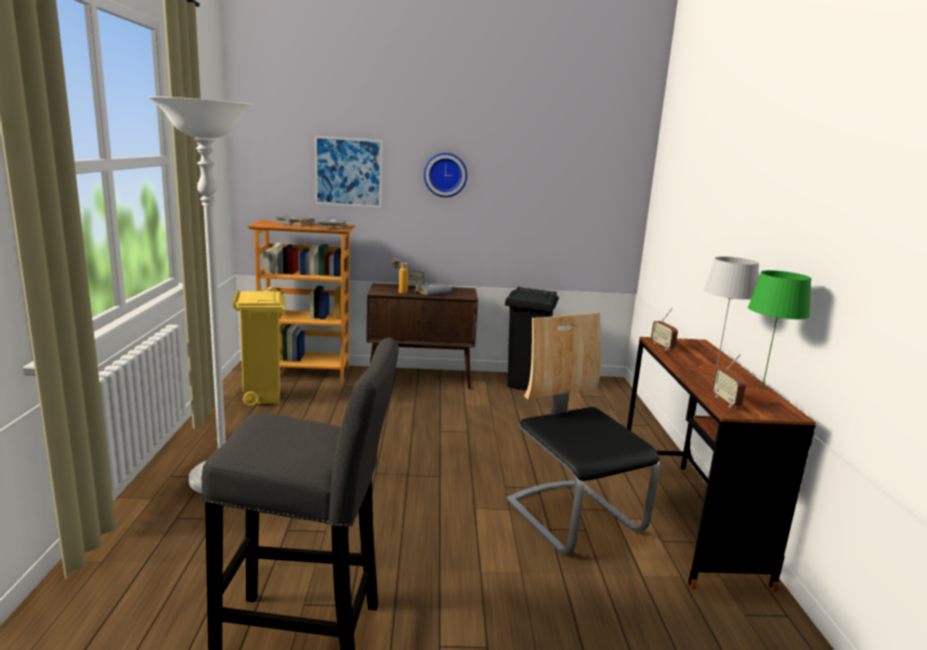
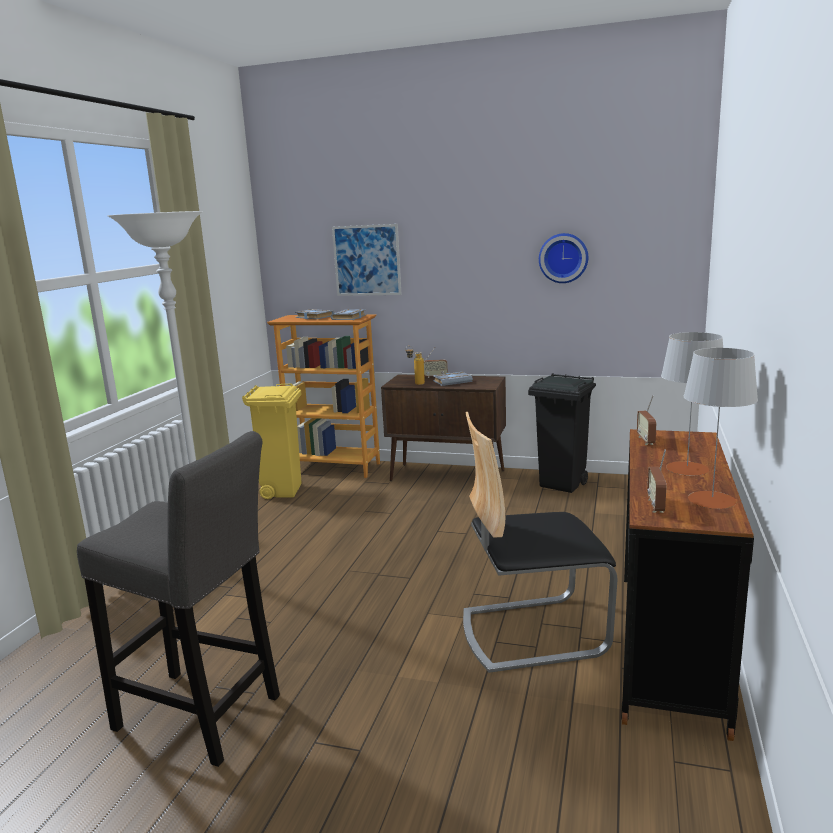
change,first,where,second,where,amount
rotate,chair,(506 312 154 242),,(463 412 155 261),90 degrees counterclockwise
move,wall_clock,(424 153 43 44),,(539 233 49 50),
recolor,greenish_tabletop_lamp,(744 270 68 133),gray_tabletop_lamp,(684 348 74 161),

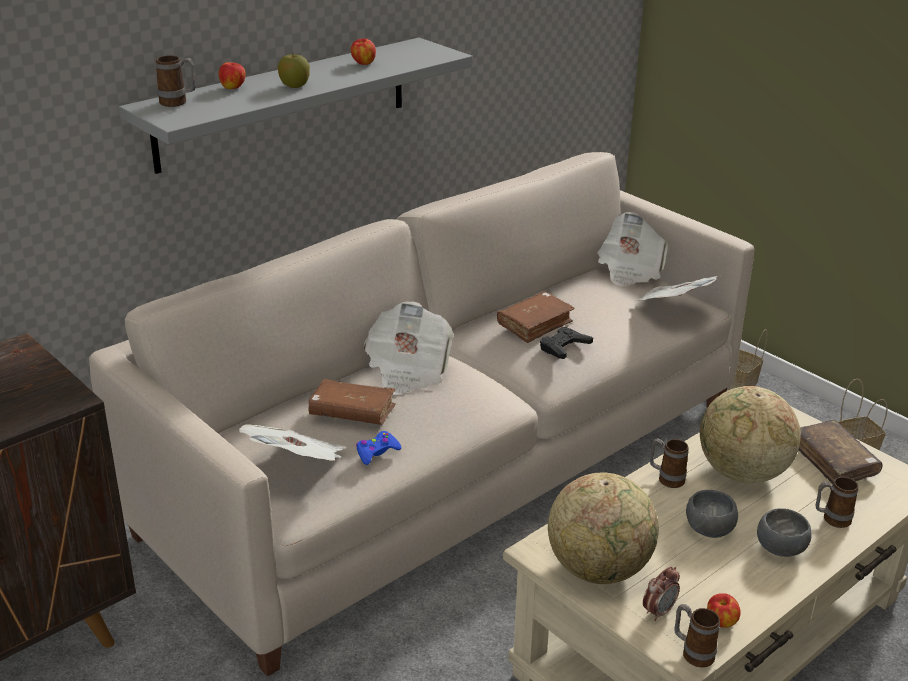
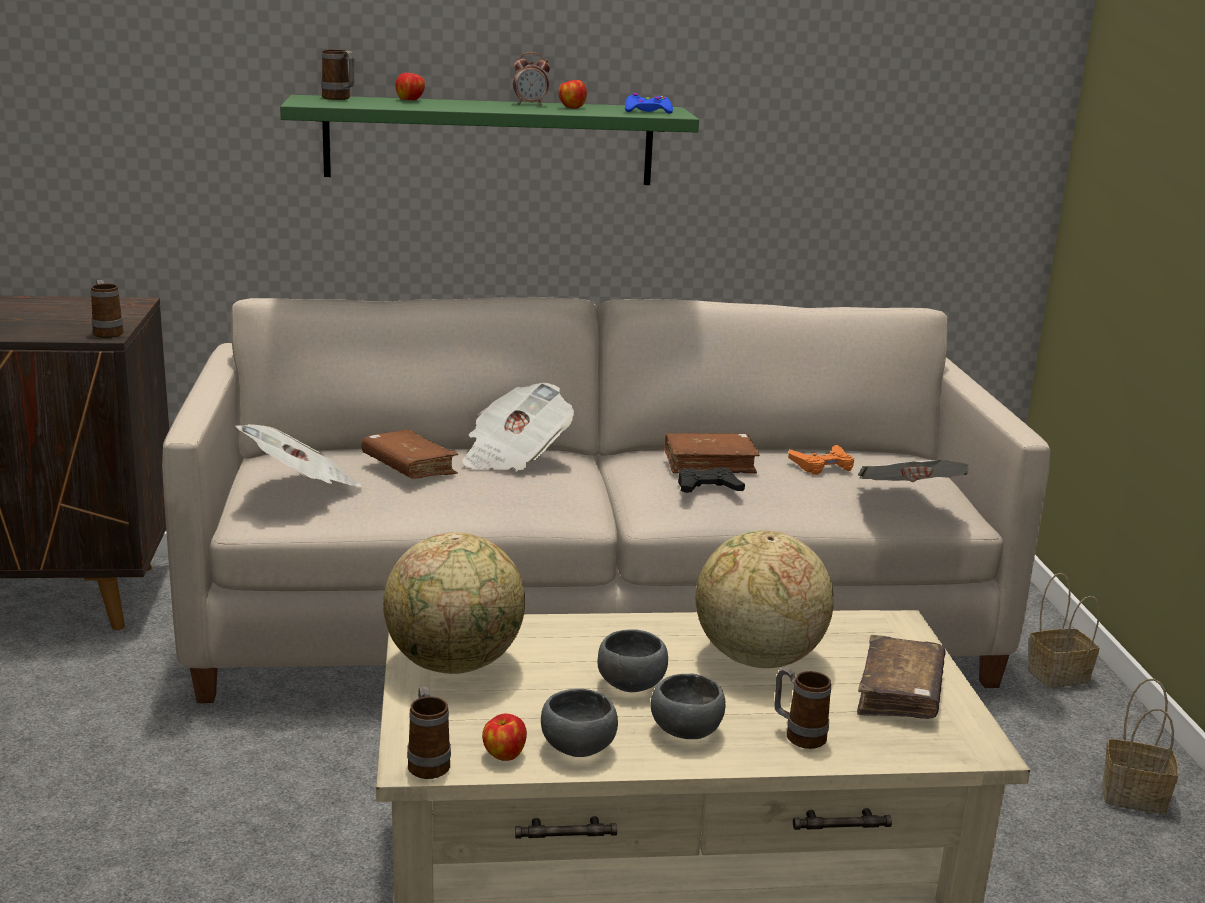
change,first,where,second,where,amount
move,mug,(650 438 39 50),,(91 280 33 58),
recolor,gray_bracket_shelf,(119 38 354 136),greenish_bracket_shelf,(280 95 419 90),
move,alarm_clock,(643 566 37 55),,(513 52 37 53),
insert,,,gray_bowl,(541 689 77 68),
move,bluish_game_controller,(356 431 45 34),,(625 93 48 21),
insert,,,orange_game_controller,(788 444 66 31),
delete,apple_fruit,(277 54 33 34),,,
delete,newspaper,(597 212 71 74),,,

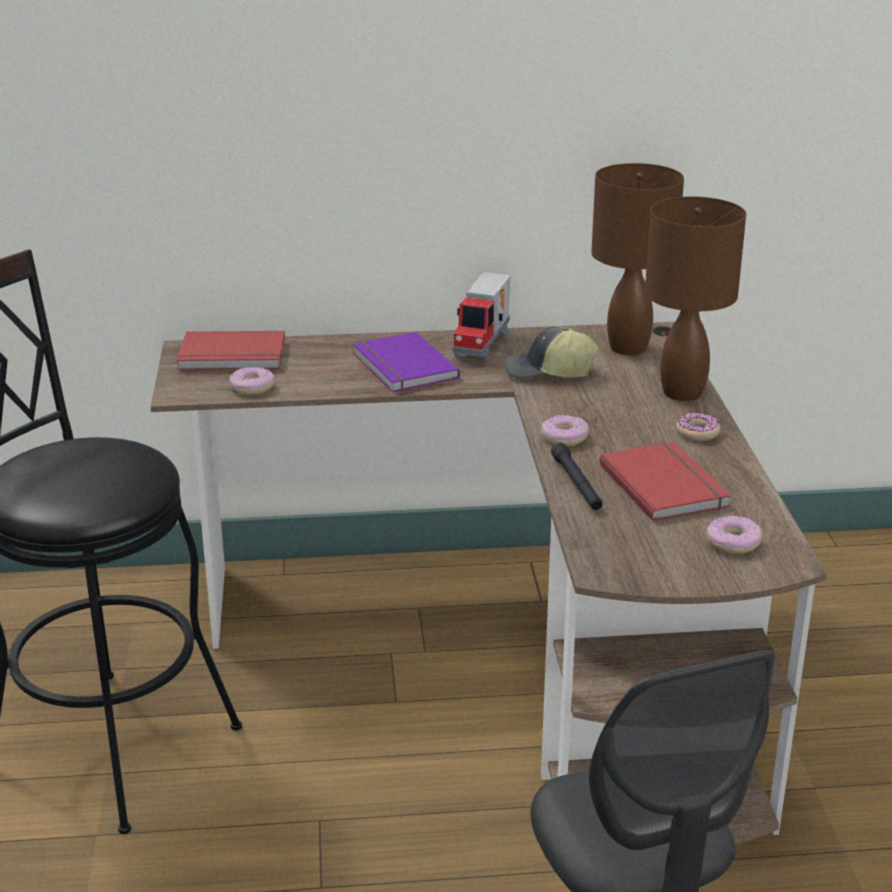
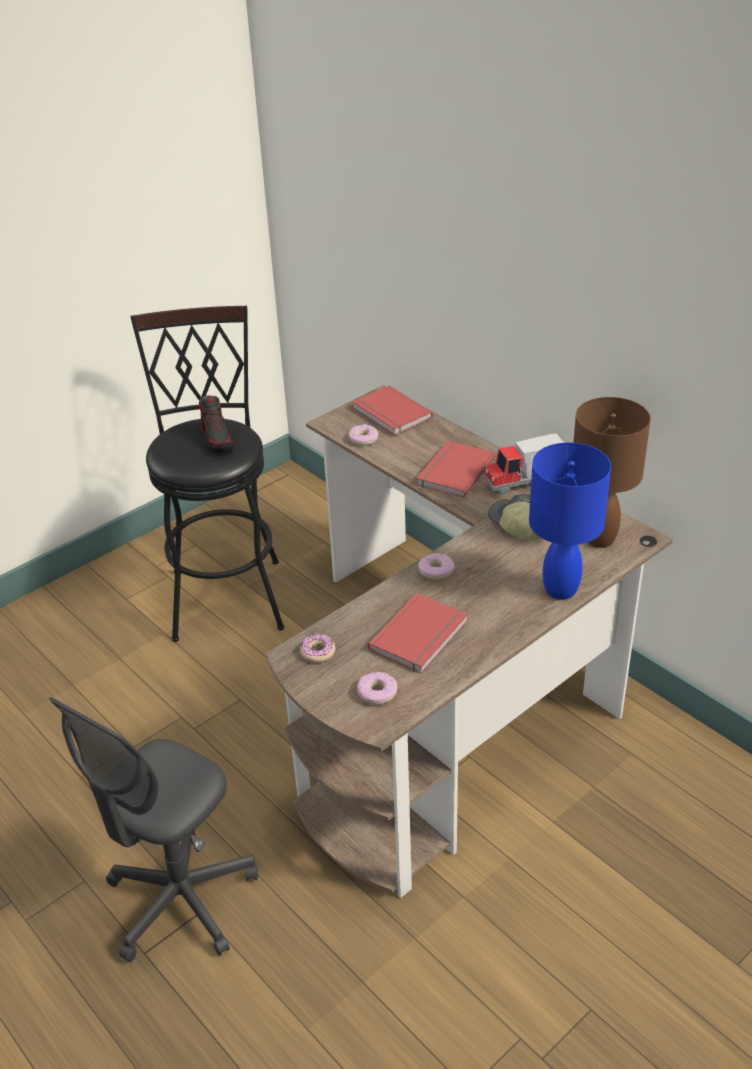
change,first,where,second,where,amount
insert,,,item_of_footwear,(199 395 35 58),
move,donut,(676 412 44 29),,(300 634 35 29),
recolor,purple-coloured_bound_book,(353 332 107 60),reddish_bound_book,(416 441 79 57),
recolor,brown_tabletop_lamp,(645 196 101 205),bluish_tabletop_lamp,(529 443 82 157),
delete,black_hand_torch,(551 443 52 67),,,

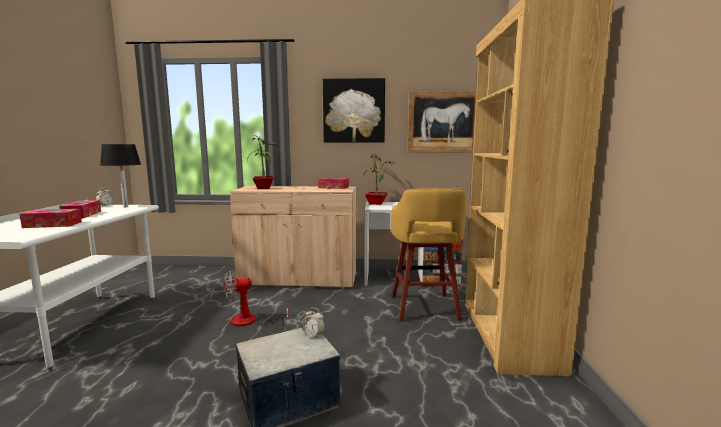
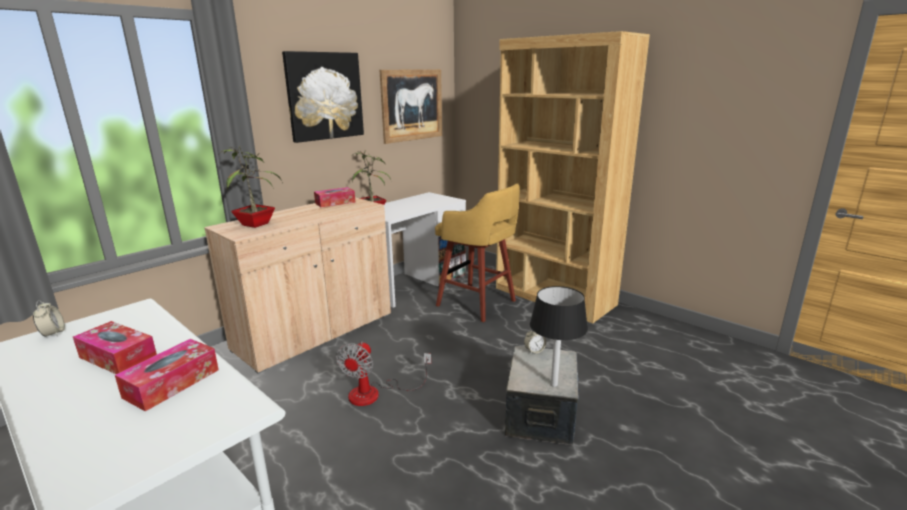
change,first,where,second,where,amount
move,black_tabletop_lamp,(100 144 41 64),,(530 286 58 101),

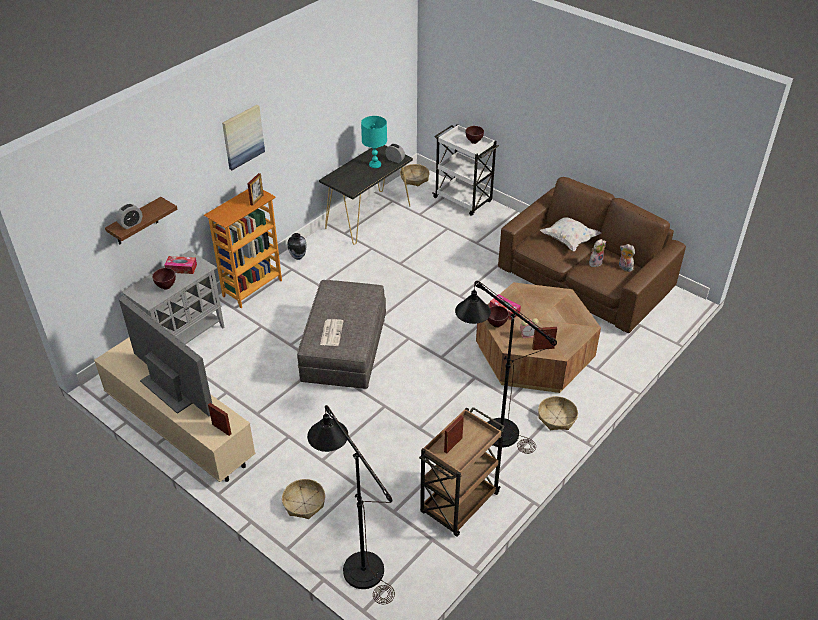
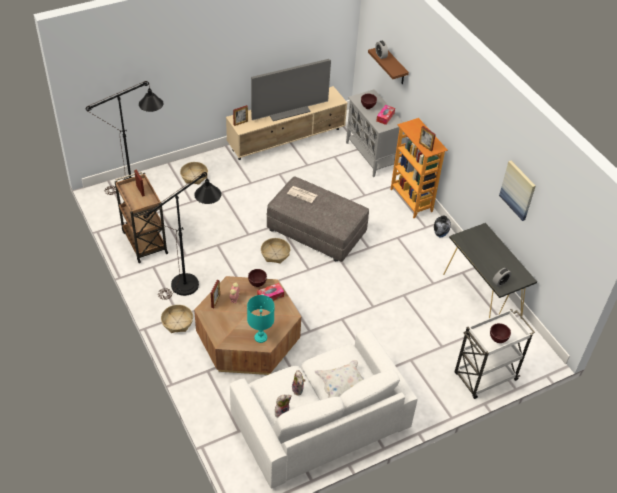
change,first,where,second,where,amount
recolor,brown_couch,(498 177 188 156),whitish_couch,(230 329 188 160),
move,turquoise_tabletop_lamp,(361 116 26 52),,(247 295 27 48),
move,household_basket,(400 164 30 22),,(261 238 29 26),
move,wall_art,(222 105 43 65),,(499 161 37 60),

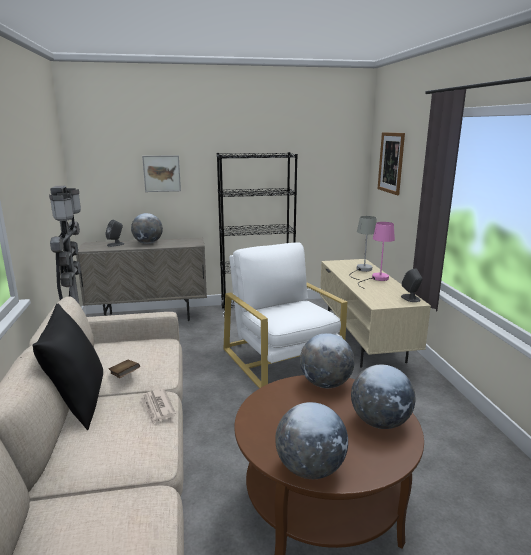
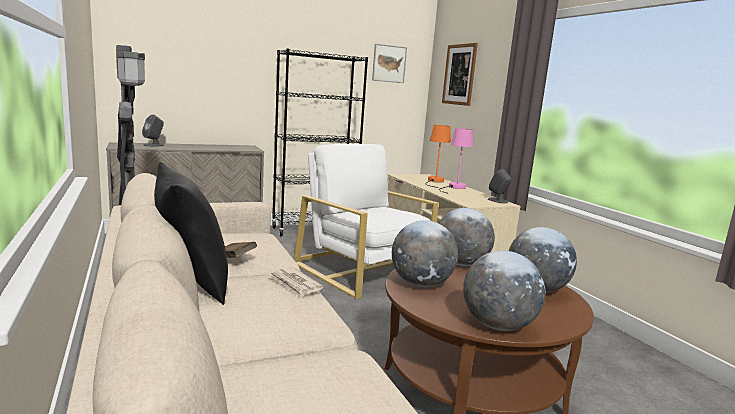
change,first,where,second,where,amount
move,wall_art,(142 155 39 37),,(372 44 35 39),
move,globe,(131 213 32 31),,(392 220 66 67),
recolor,gray_tabletop_lamp,(349 216 28 64),orange_tabletop_lamp,(425 125 26 63),

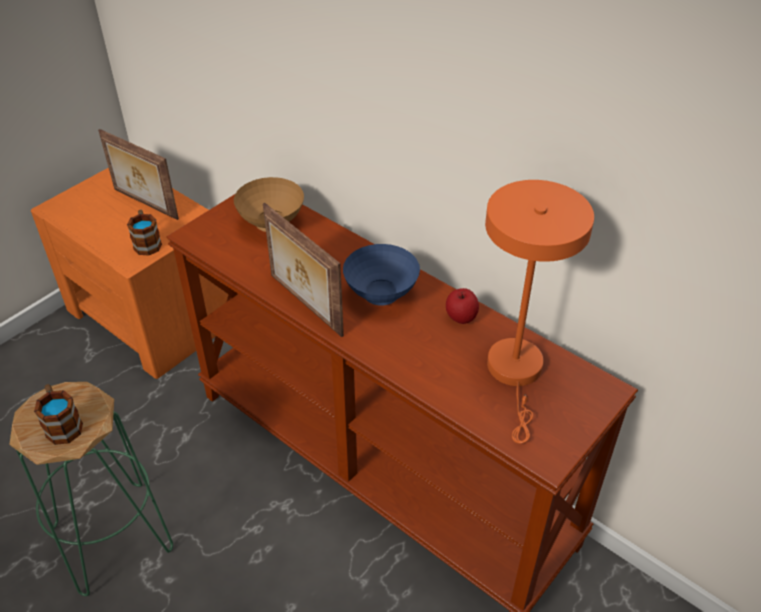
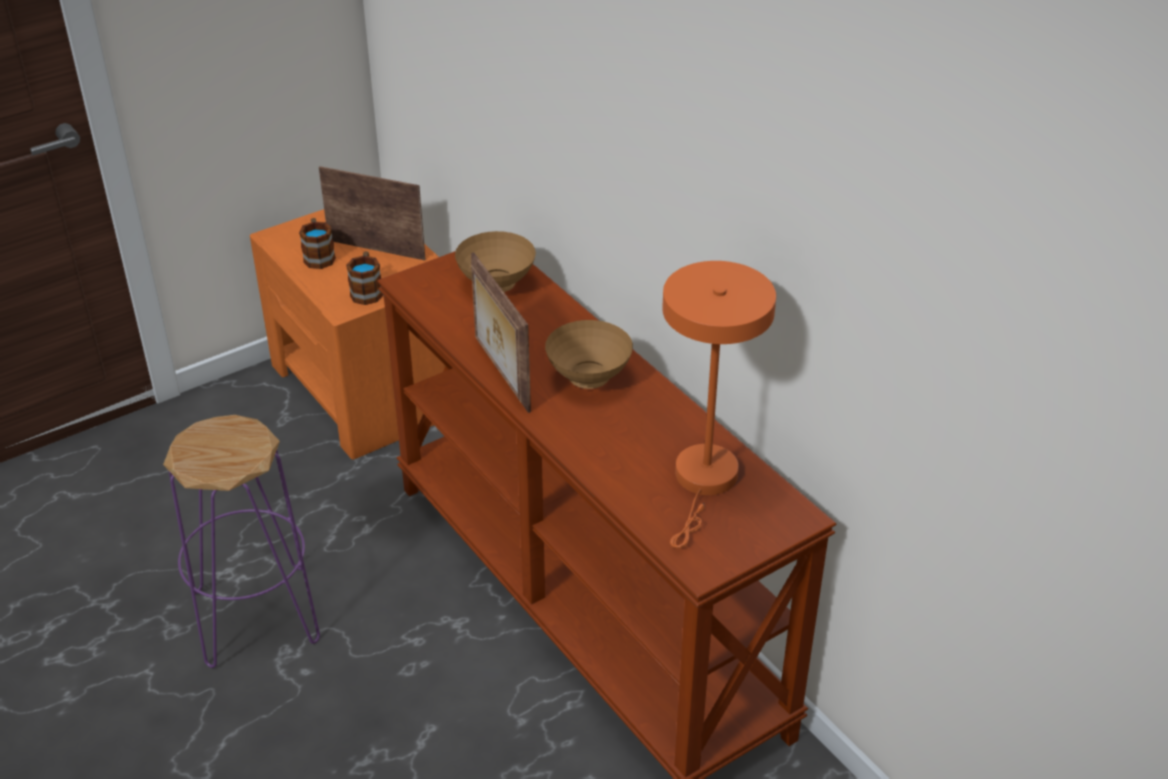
change,first,where,second,where,amount
recolor,greenish_stool,(9 382 164 214),purple-coloured_stool,(163 415 157 253),
move,mug,(34 384 49 61),,(299 218 37 51),
rotate,standing_frame,(98 129 81 91),,(319 166 106 94),150 degrees clockwise
recolor,bluish_bowl,(343 244 77 62),brown_bowl,(545 320 88 69),
delete,apple_fruit,(446 288 33 36),,,

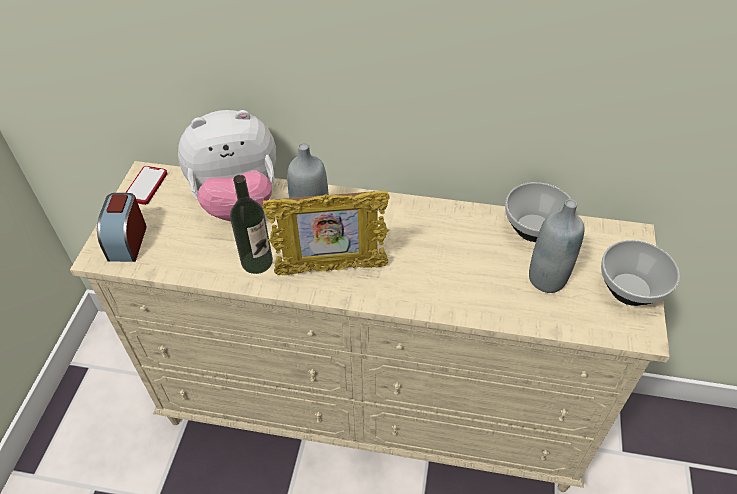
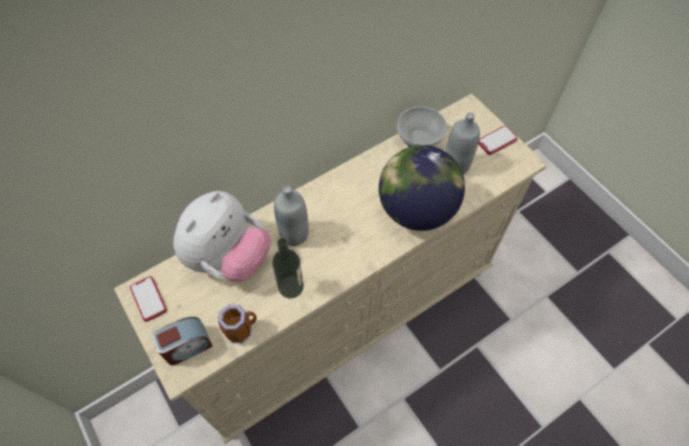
change,first,where,second,where,amount
rotate,alarm_clock,(97 193 50 69),,(152 317 61 48),75 degrees counterclockwise
insert,,,mug,(218 305 39 38),
insert,,,globe,(379 145 86 86),
replace,bowl,(601 240 79 66),telephone,(478 126 39 29),
delete,standing_frame,(262 191 128 84),,,

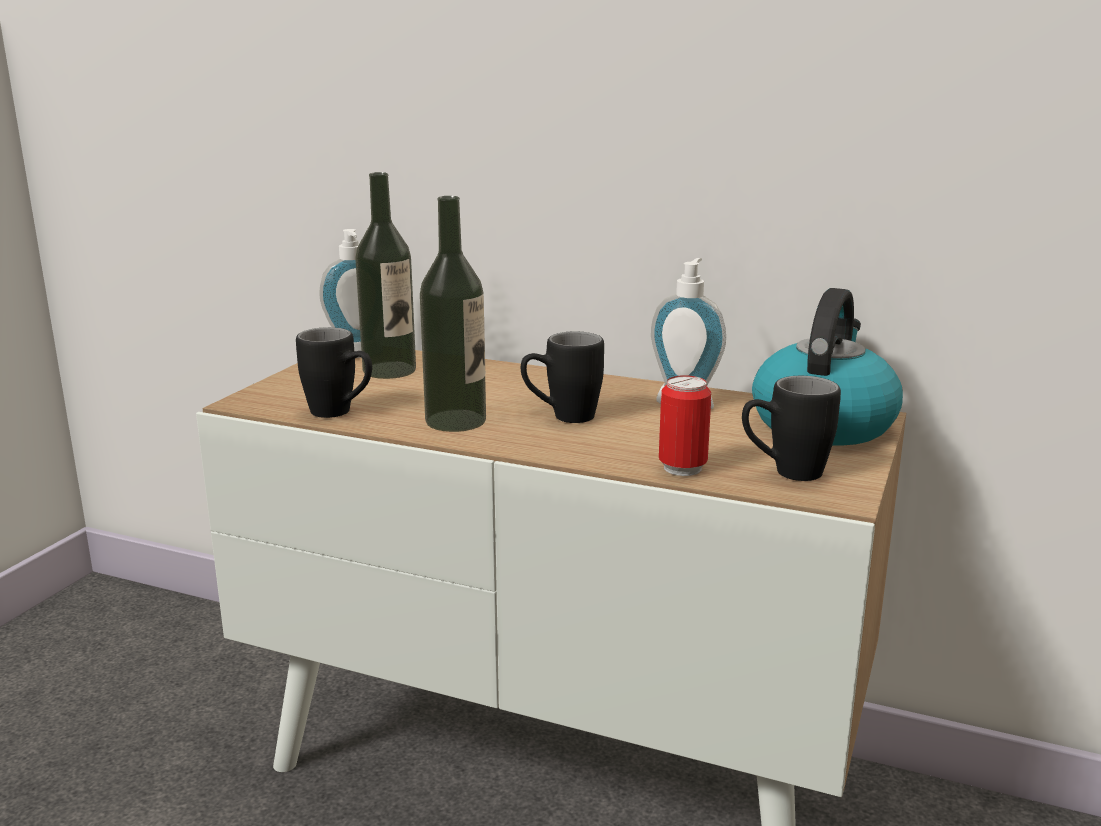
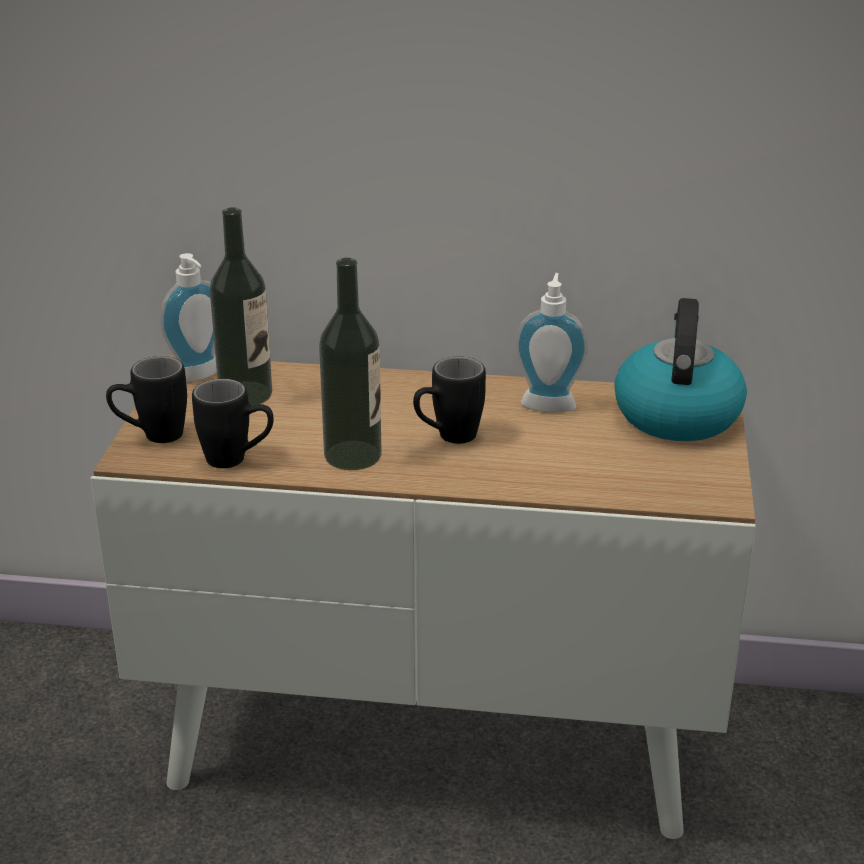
change,first,where,second,where,amount
move,black_mug,(742 376 99 105),,(106 356 81 87),
delete,sealed_can,(659 375 52 101),,,

